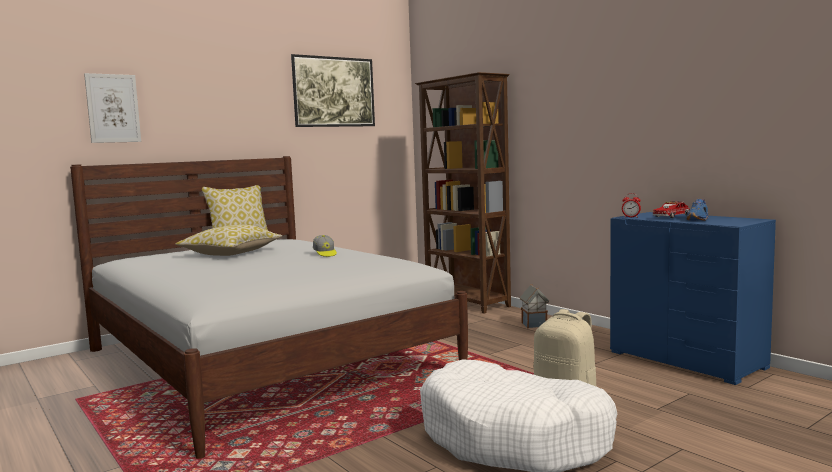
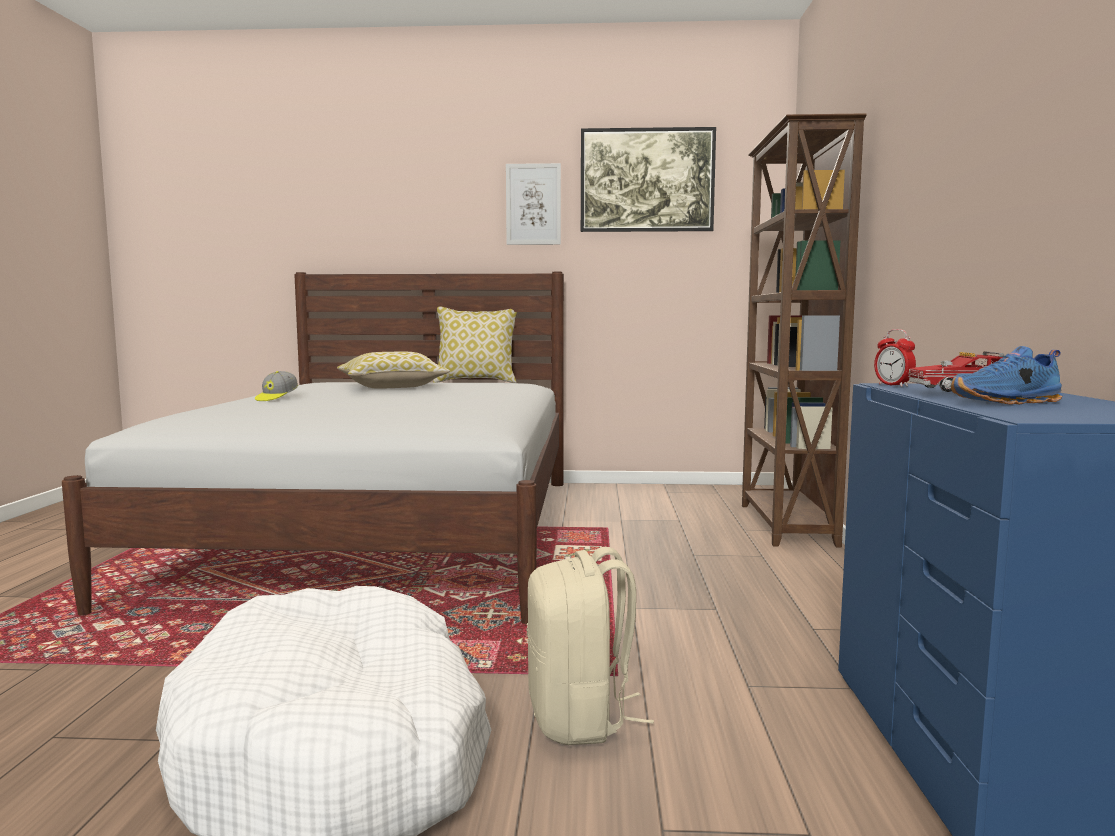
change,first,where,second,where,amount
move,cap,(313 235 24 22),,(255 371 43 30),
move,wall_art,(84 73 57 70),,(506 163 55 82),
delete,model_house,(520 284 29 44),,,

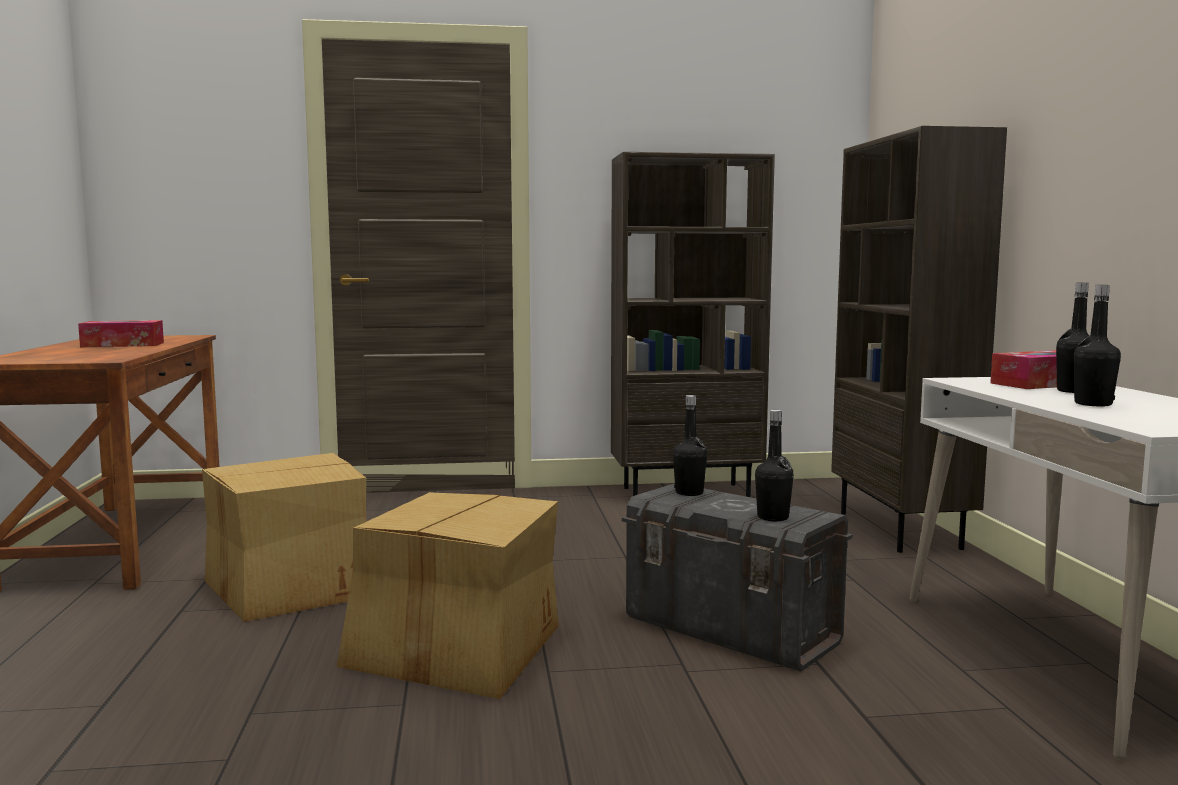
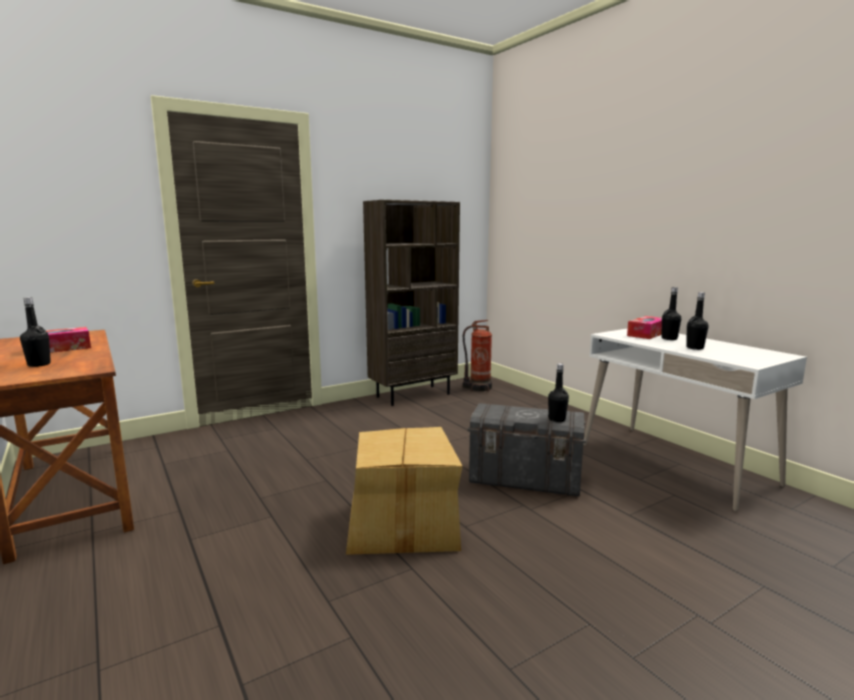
change,first,where,second,where,amount
move,black_bottle,(673 395 34 101),,(20 297 31 70),
insert,,,extinguisher,(463 320 29 72),
delete,packing_box,(202 453 165 169),,,
delete,brown_bookcase,(831 126 176 427),,,

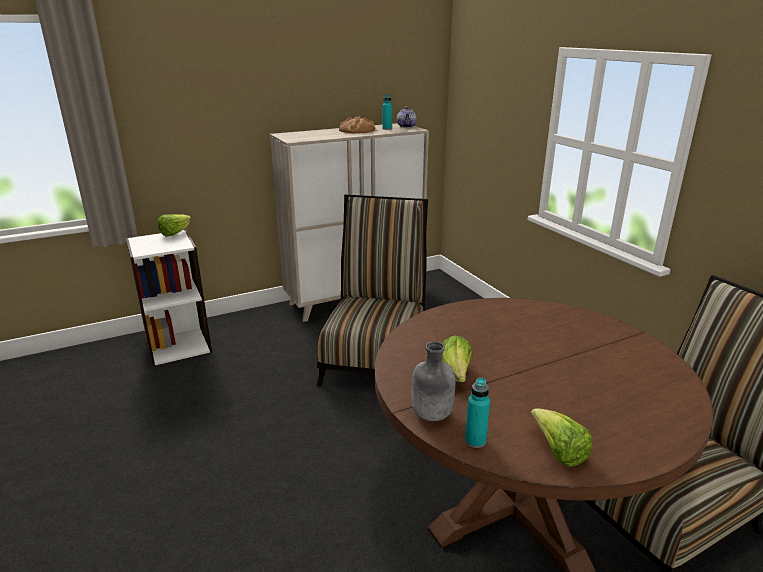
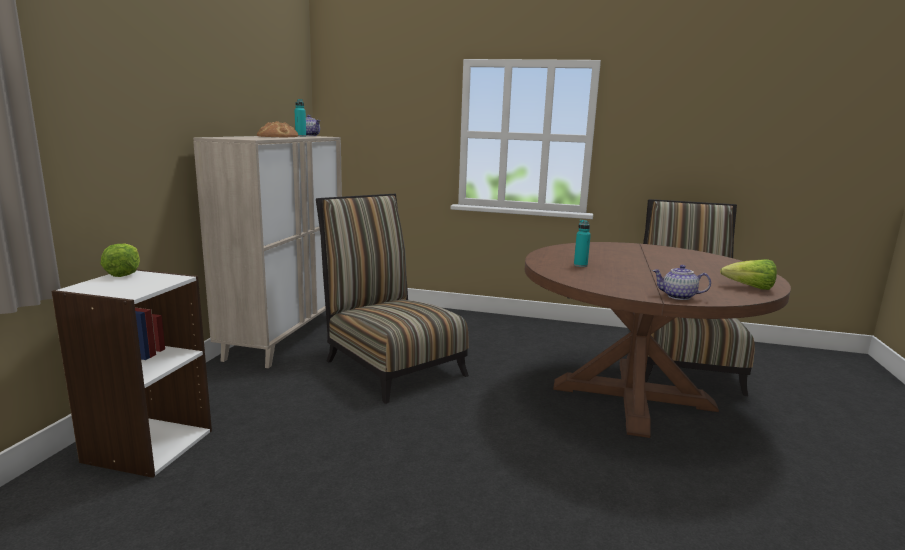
change,first,where,second,where,amount
move,turquoise_bottle,(465 377 25 71),,(574 220 17 47),
replace,gray_bottle,(411 341 44 80),tea_pot,(652 265 59 35),
delete,head_of_lettuce,(442 335 31 47),,,

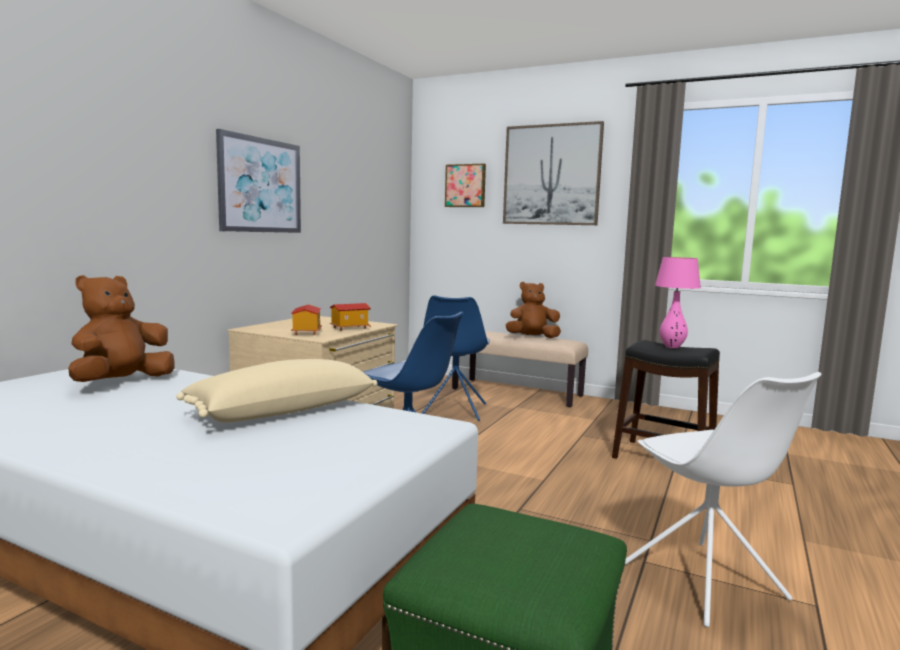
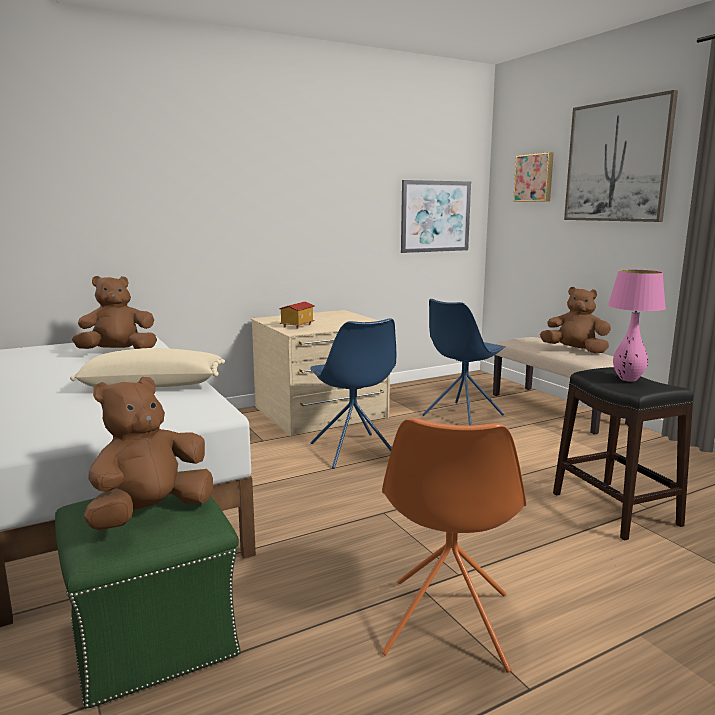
change,first,where,second,where,amount
insert,,,brown_plush_toy,(84 377 129 153),
recolor,whitish_chair,(625 372 196 255),orange_chair,(382 418 144 255),
move,wall_art,(216 129 85 104),,(401 180 70 73),
delete,model_house,(330 303 41 28),,,

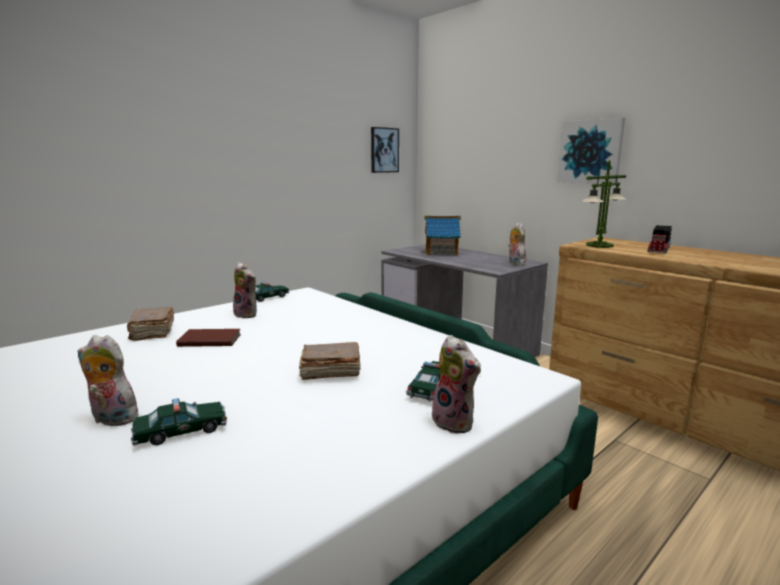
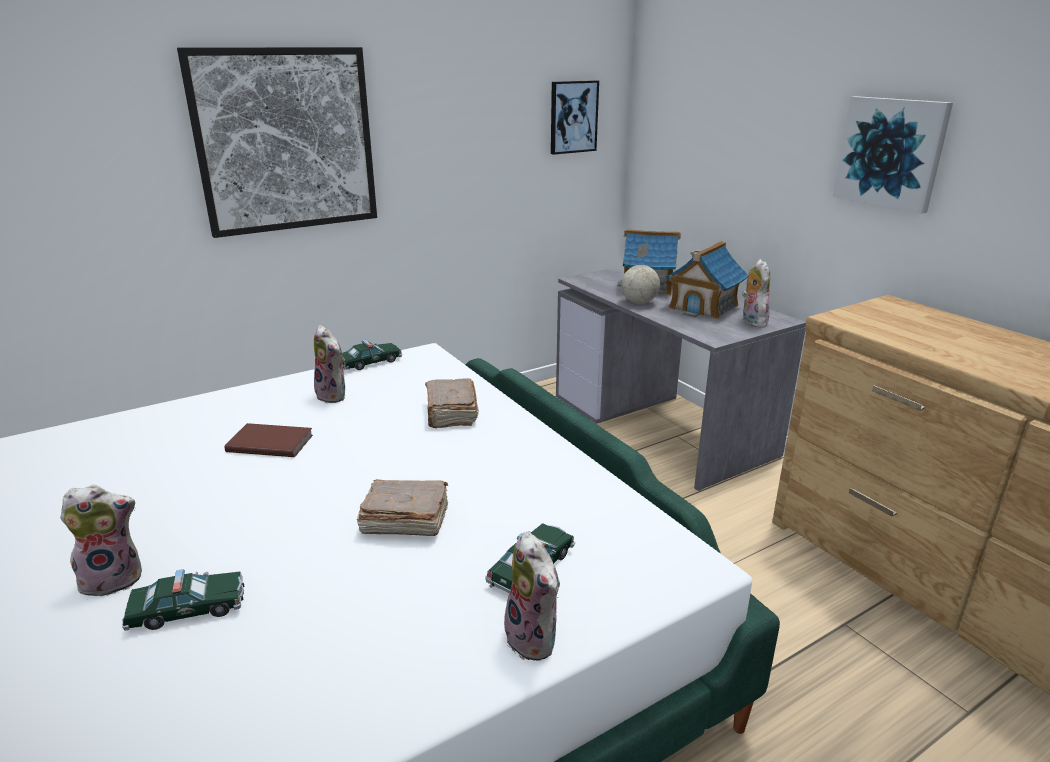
change,first,where,second,where,amount
rotate,plush_toy,(77 335 63 91),,(60 485 82 111),135 degrees clockwise
insert,,,wall_art,(177 47 200 191),
move,brown_bound_book,(127 307 47 34),,(425 378 54 50),
insert,,,globe,(621 243 39 61),
insert,,,model_house,(665 241 83 78),
delete,tabletop_lamp,(582 160 44 88),,,
delete,toy_truck,(648 225 24 28),,,

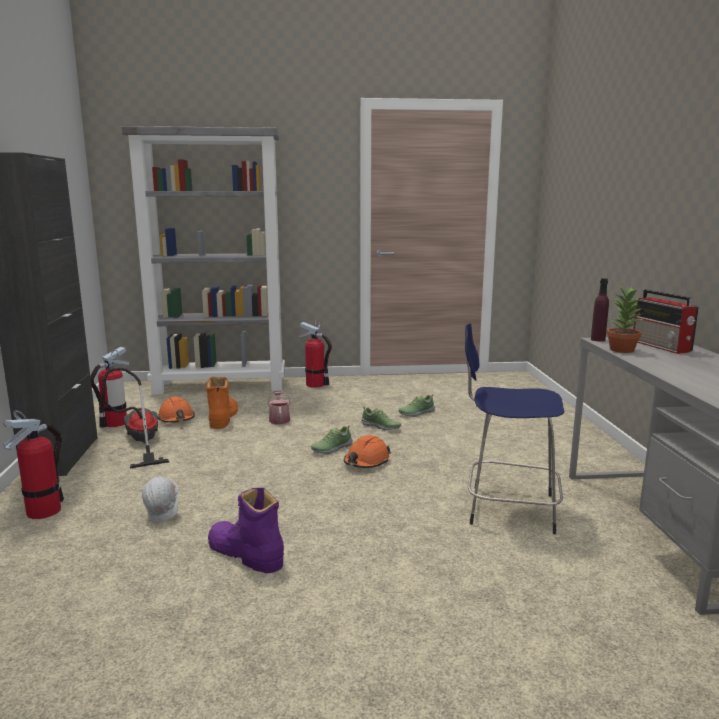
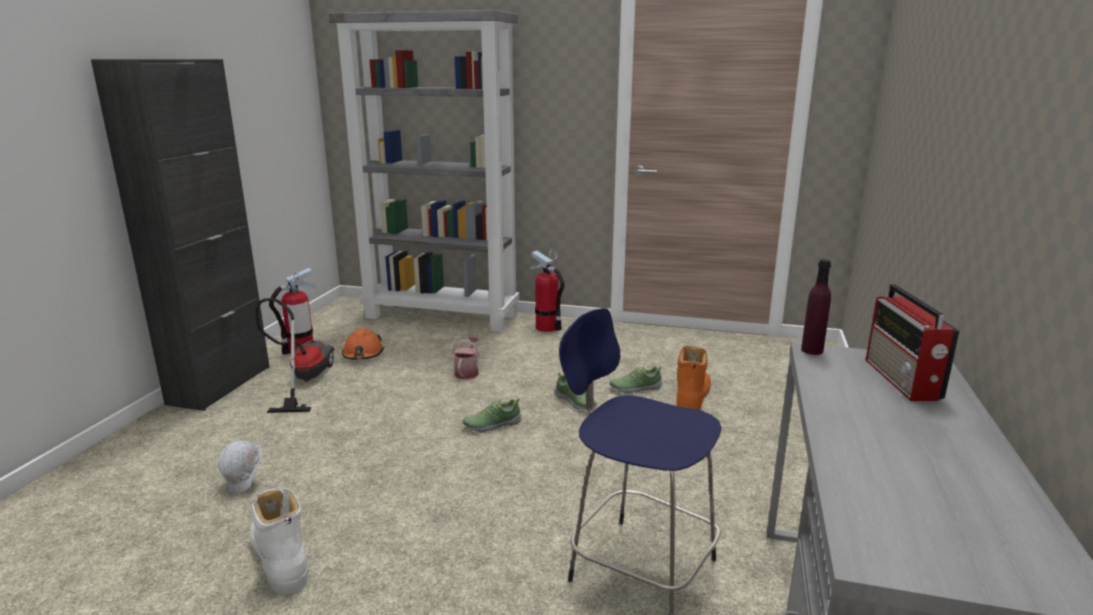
change,first,where,second,where,amount
recolor,purple-coloured_high-top_boot,(208 488 76 86),whitish_high-top_boot,(250 488 58 106),
move,orange_high-top_boot,(206 376 32 53),,(676 346 35 64),
delete,extinguisher,(4 410 60 109),,,
delete,orange_work_helmet,(344 435 47 33),,,
delete,houseplant,(607 285 37 68),,,

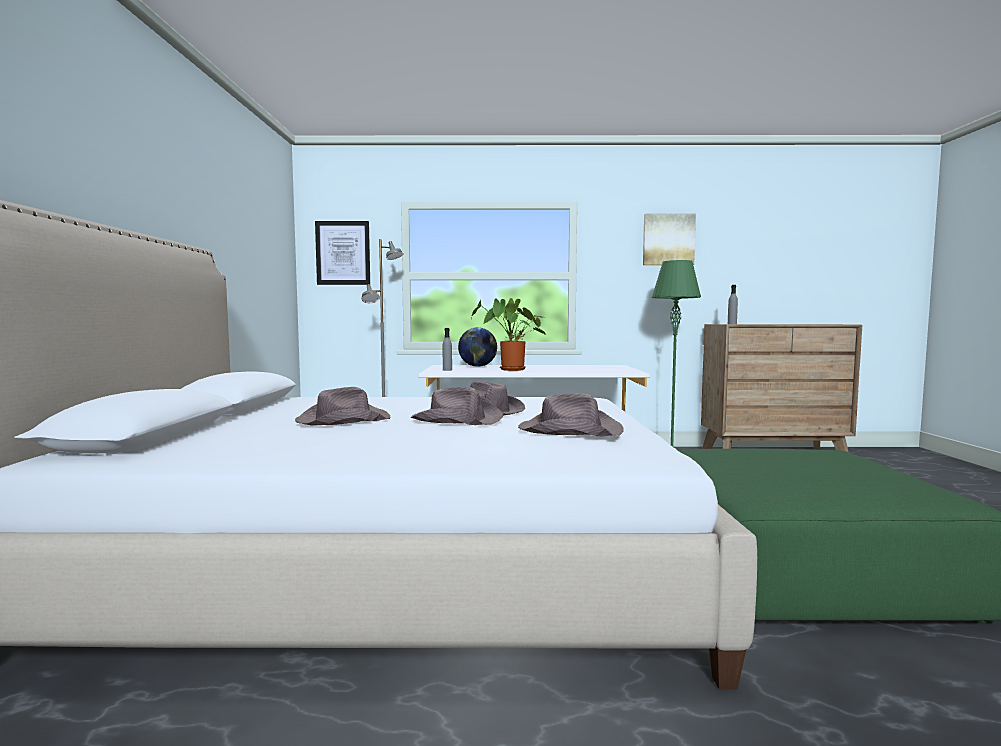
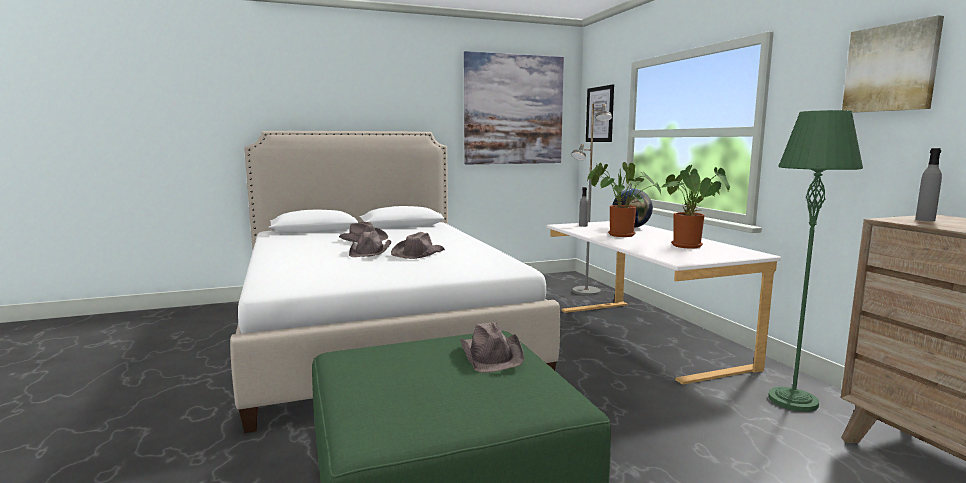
change,first,where,second,where,amount
move,brown_wearable_hat,(518 393 106 44),,(460 322 64 50),
insert,,,wall_art,(464 51 100 113),
insert,,,houseplant,(660 165 70 83),

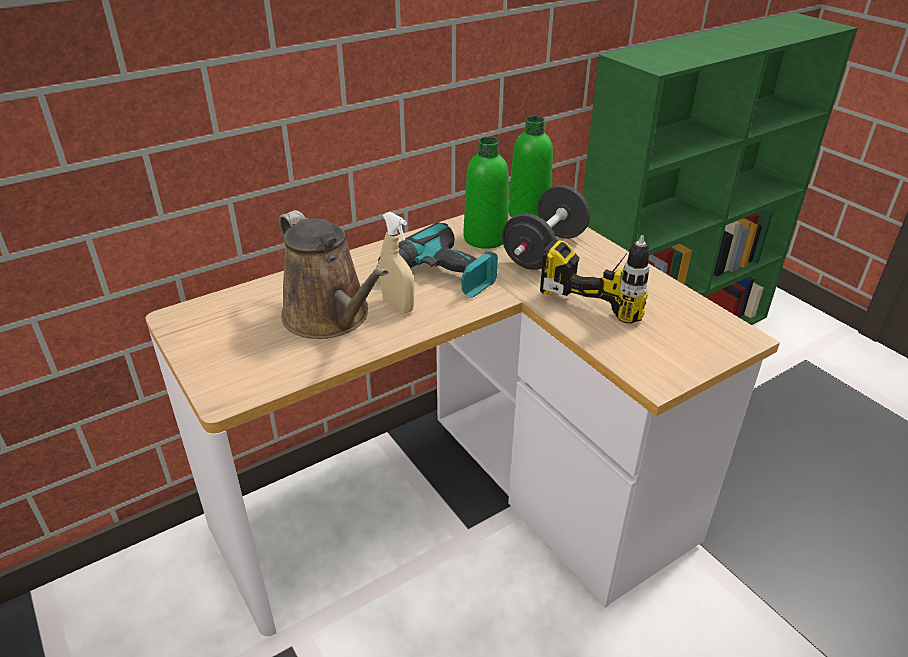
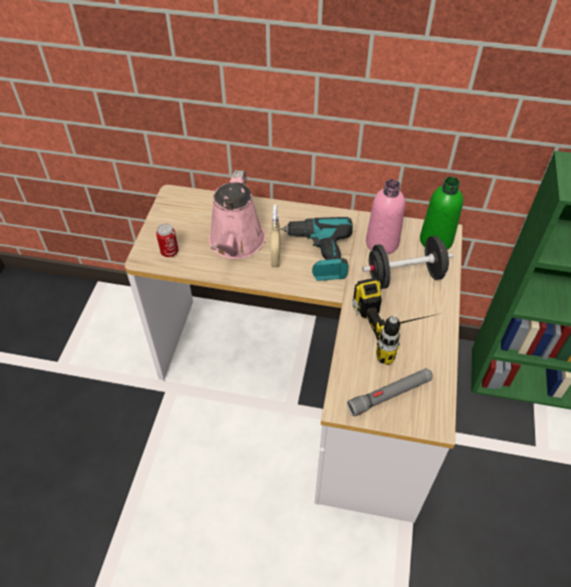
change,first,where,second,where,amount
insert,,,sealed_can,(156 223 22 34),
recolor,brown_sprinkling_can,(279 210 109 129),pink-coloured_sprinkling_can,(209 170 56 89),
insert,,,gray_hand_torch,(347 368 86 48),
recolor,greenish_bottle,(463 137 46 112),pink-coloured_bottle,(366 179 39 75),

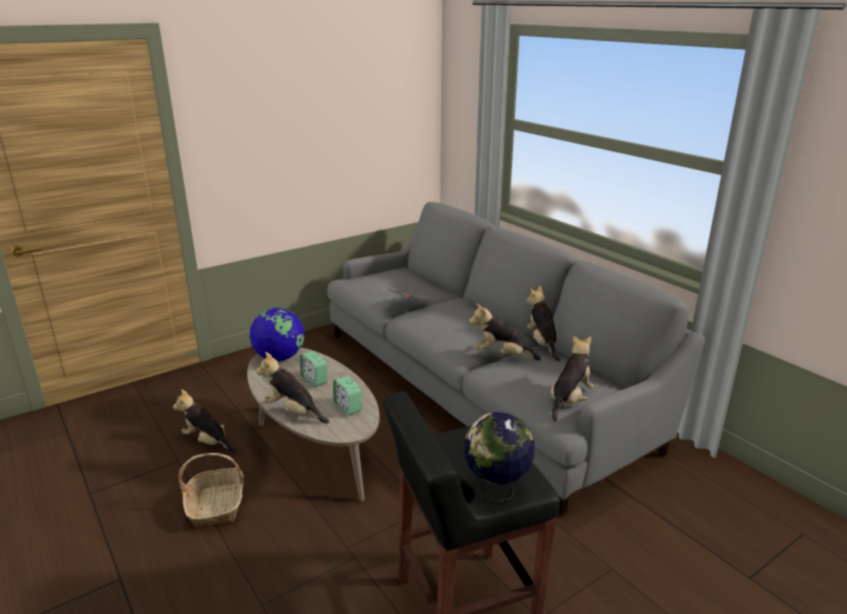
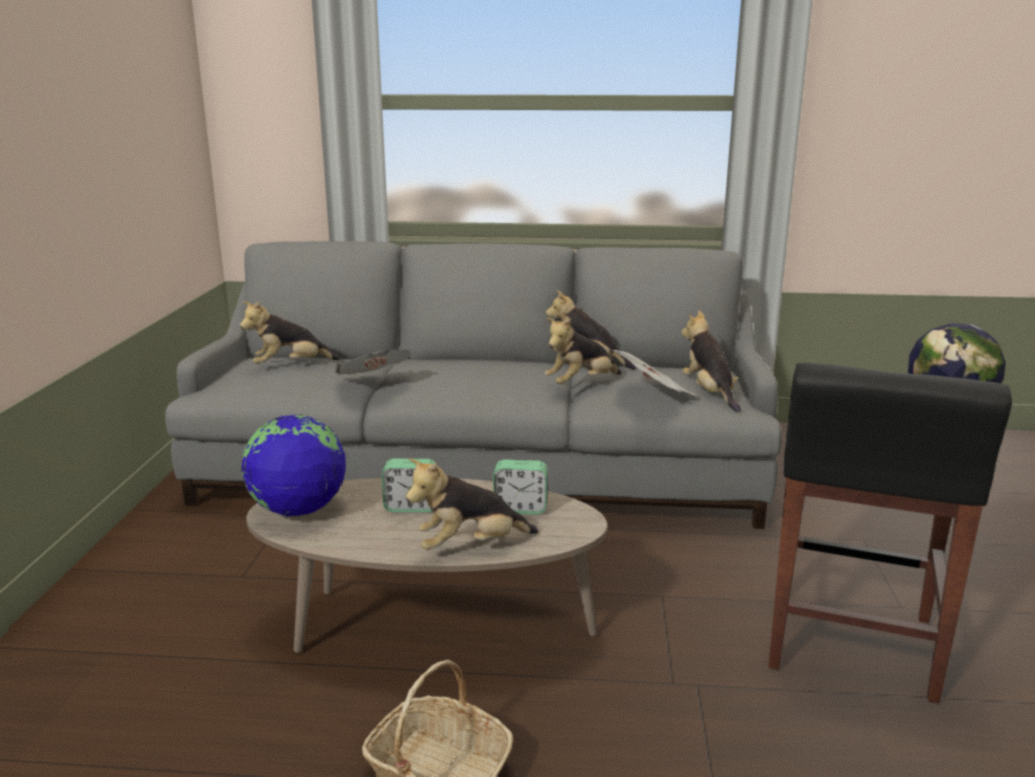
change,first,where,second,where,amount
move,plush_toy,(173 389 65 64),,(240 301 100 63),
insert,,,newspaper,(612 350 86 46),

